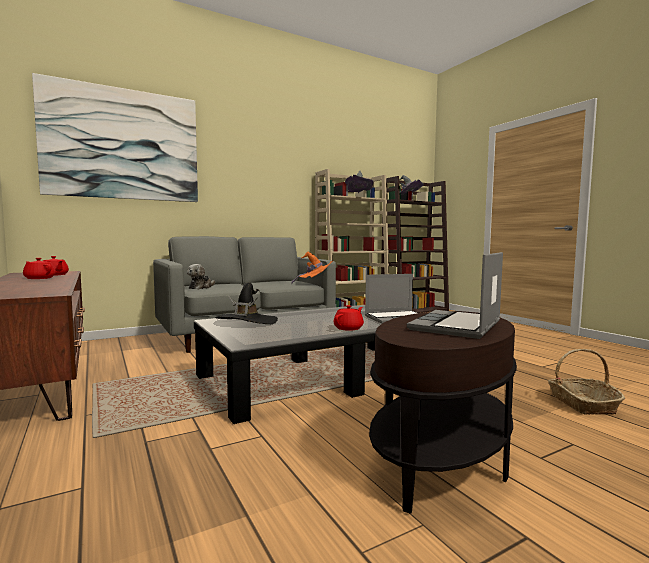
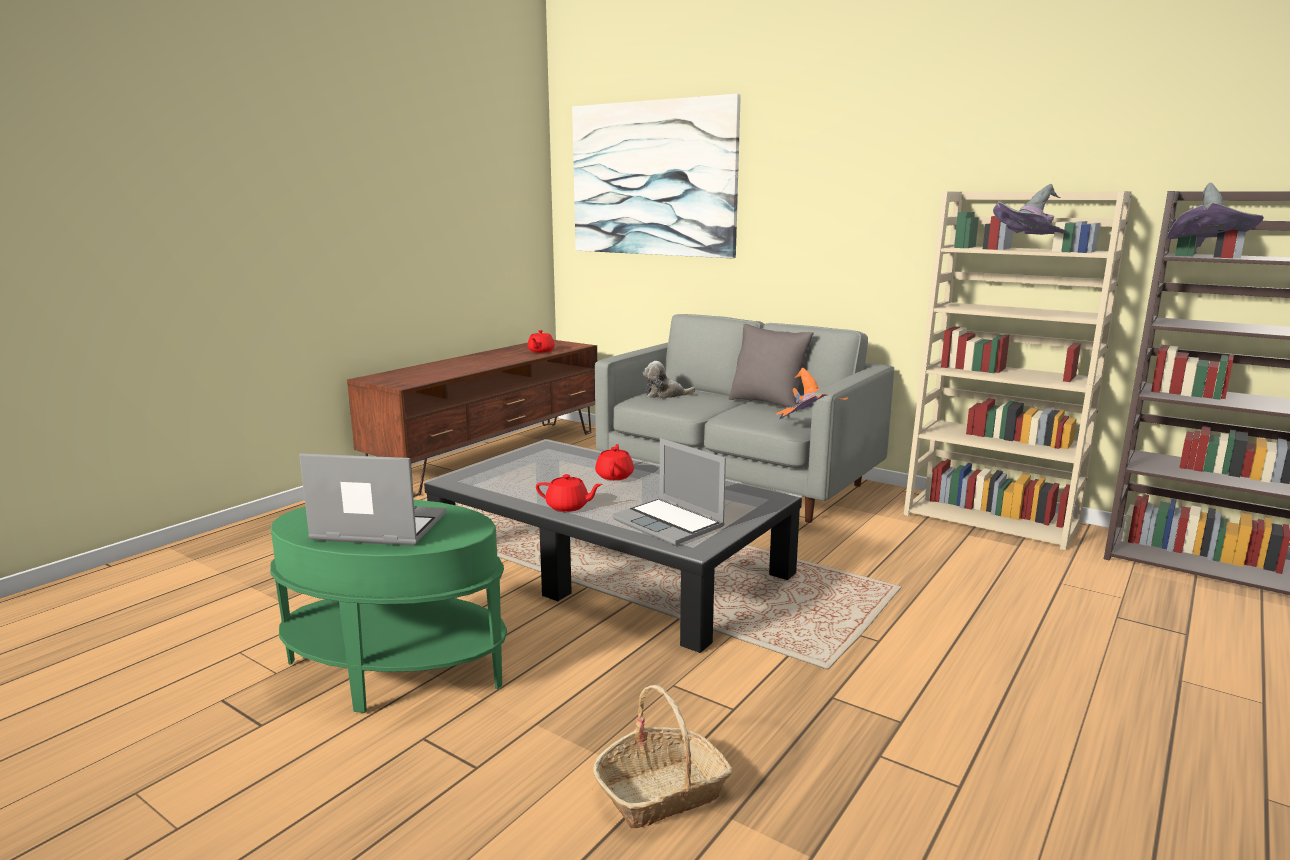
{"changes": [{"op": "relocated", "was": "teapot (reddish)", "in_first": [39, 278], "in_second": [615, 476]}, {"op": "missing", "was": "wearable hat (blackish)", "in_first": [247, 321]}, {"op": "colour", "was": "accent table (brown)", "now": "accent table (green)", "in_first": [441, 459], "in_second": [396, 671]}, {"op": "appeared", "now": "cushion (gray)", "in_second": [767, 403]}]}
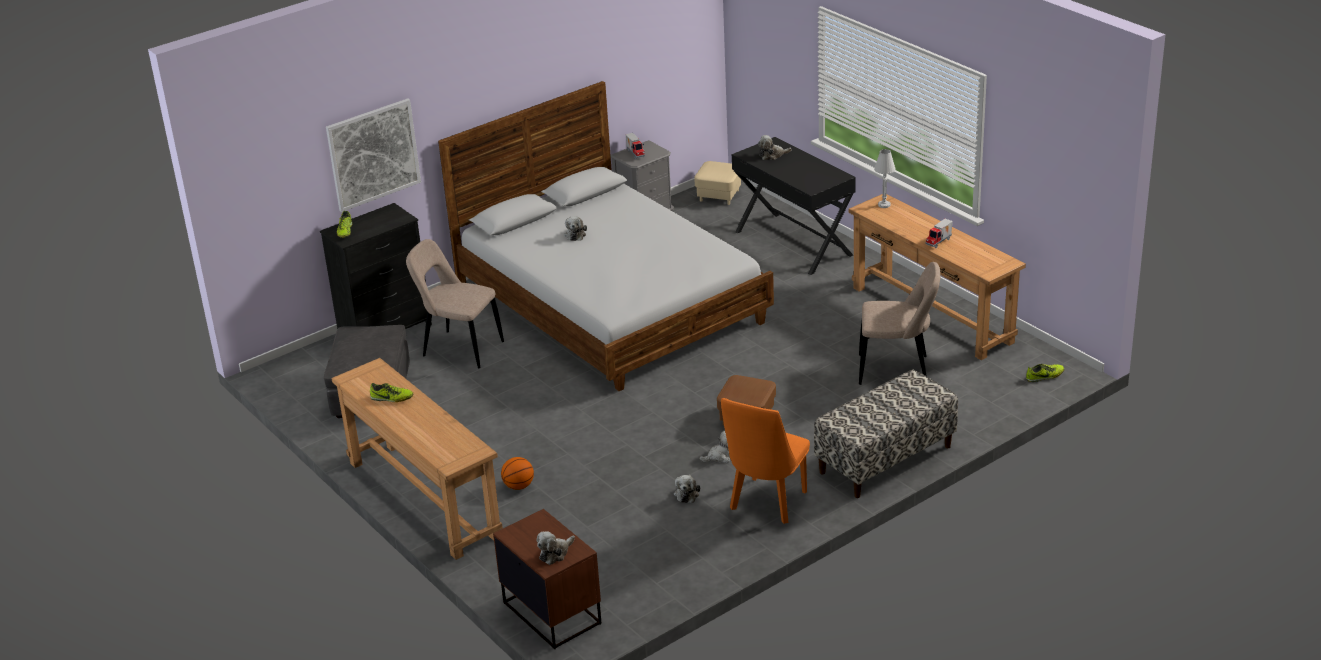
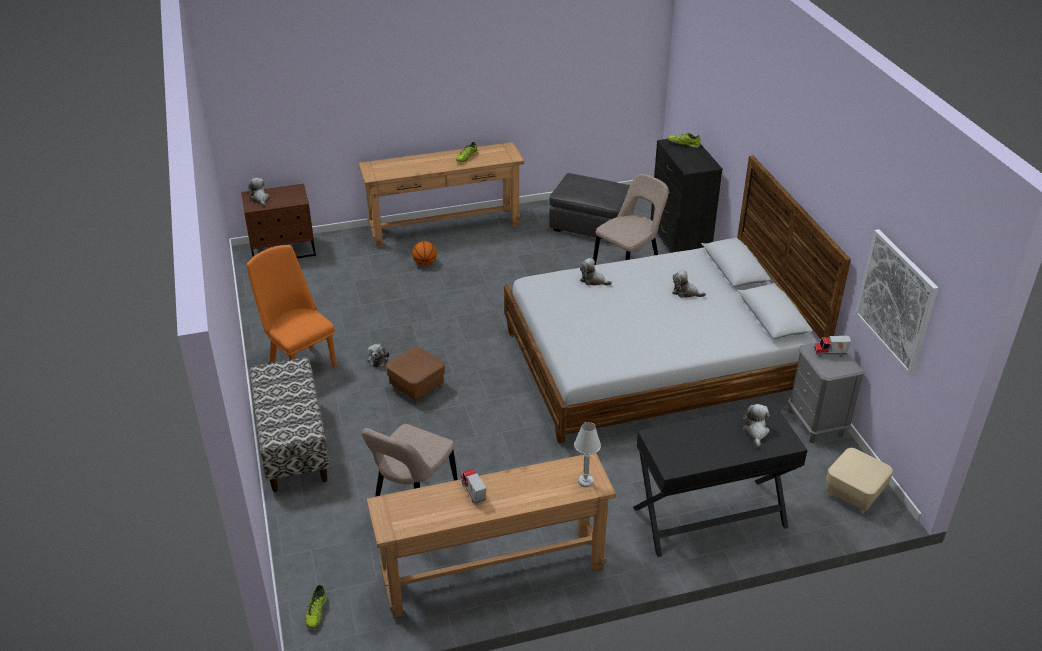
{"changes": [{"op": "relocated", "was": "picture", "in_first": [373, 154], "in_second": [896, 301]}, {"op": "relocated", "was": "soft toy", "in_first": [687, 493], "in_second": [593, 280]}]}
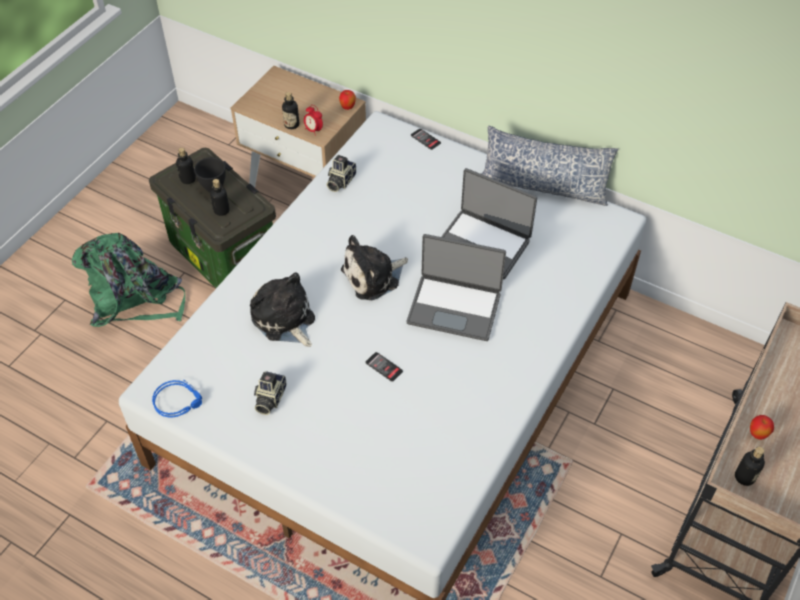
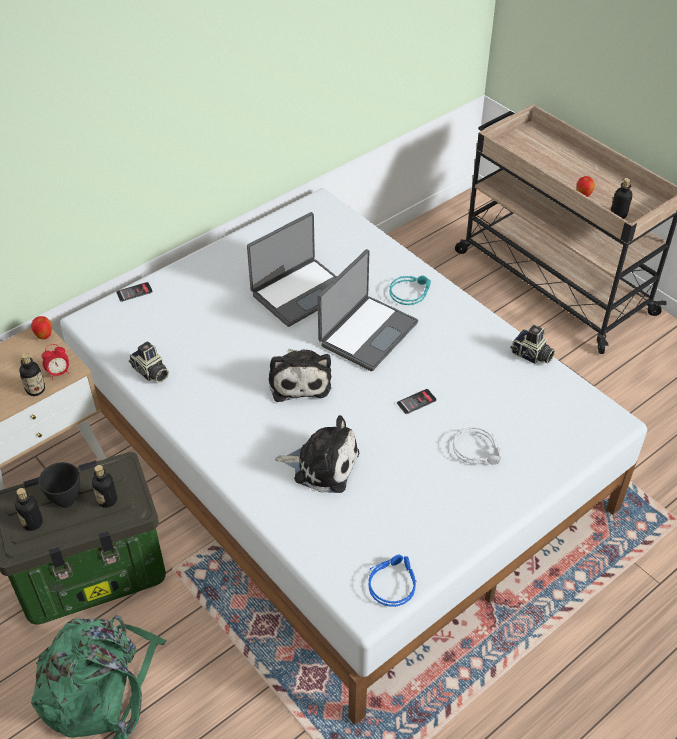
{"changes": [{"op": "missing", "was": "cushion", "in_first": [543, 187]}, {"op": "spun", "was": "soft toy", "in_first": [284, 320], "in_second": [322, 465], "clockwise": -150}, {"op": "relocated", "was": "photo camera", "in_first": [269, 398], "in_second": [531, 356]}, {"op": "appeared", "now": "headphones (turquoise-coloured)", "in_second": [410, 292]}, {"op": "appeared", "now": "headphones (gray)", "in_second": [478, 450]}]}
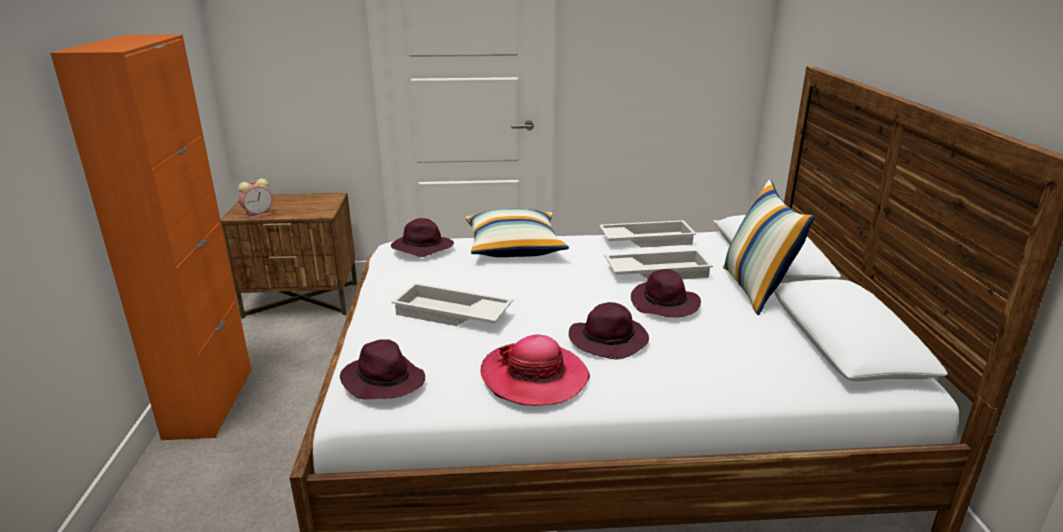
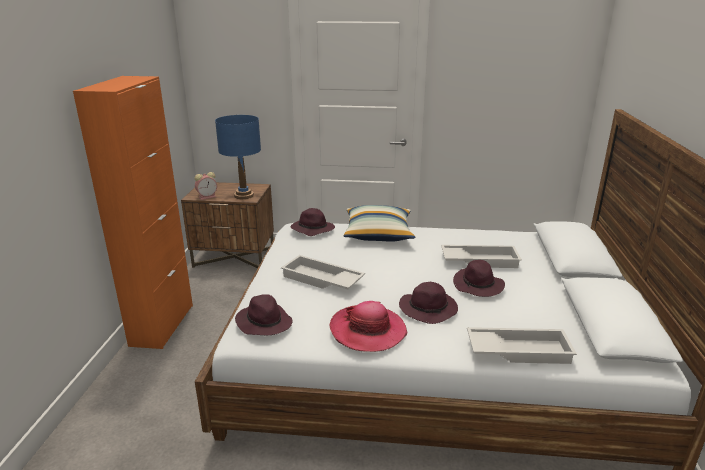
{"changes": [{"op": "missing", "was": "cushion", "in_first": [756, 289]}, {"op": "relocated", "was": "tray (white)", "in_first": [646, 239], "in_second": [518, 350]}, {"op": "appeared", "now": "tabletop lamp (blue-coloured)", "in_second": [244, 195]}]}
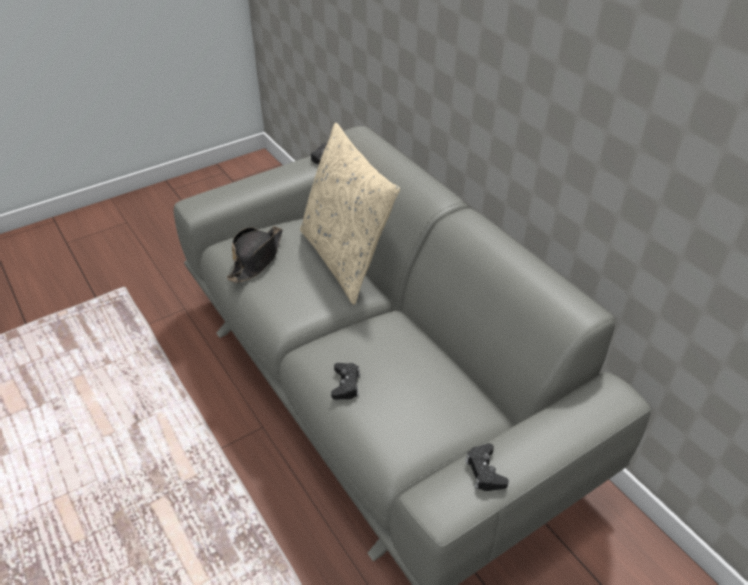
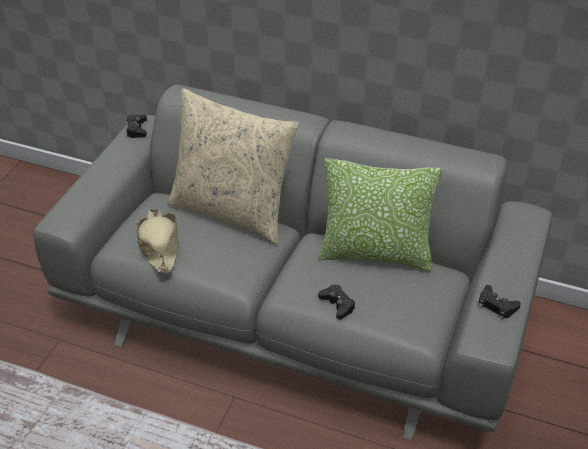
{"changes": [{"op": "colour", "was": "wearable hat (blackish)", "now": "wearable hat (sand-coloured)", "in_first": [256, 258], "in_second": [159, 245]}, {"op": "appeared", "now": "cushion", "in_second": [375, 253]}]}
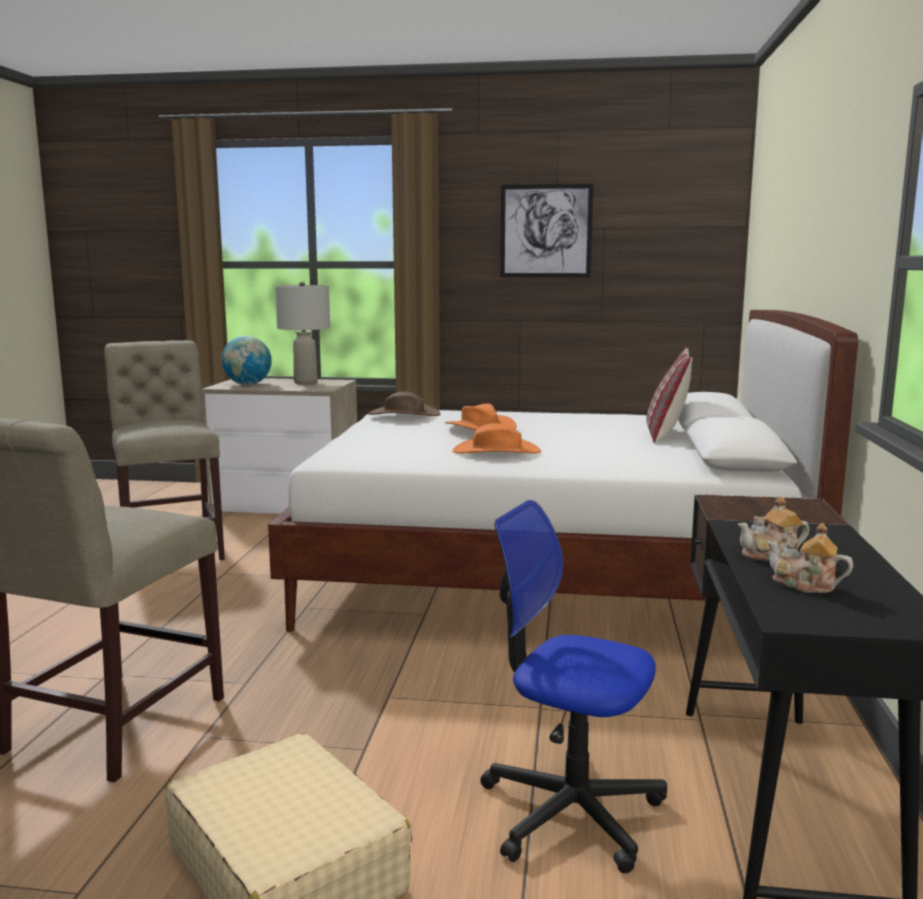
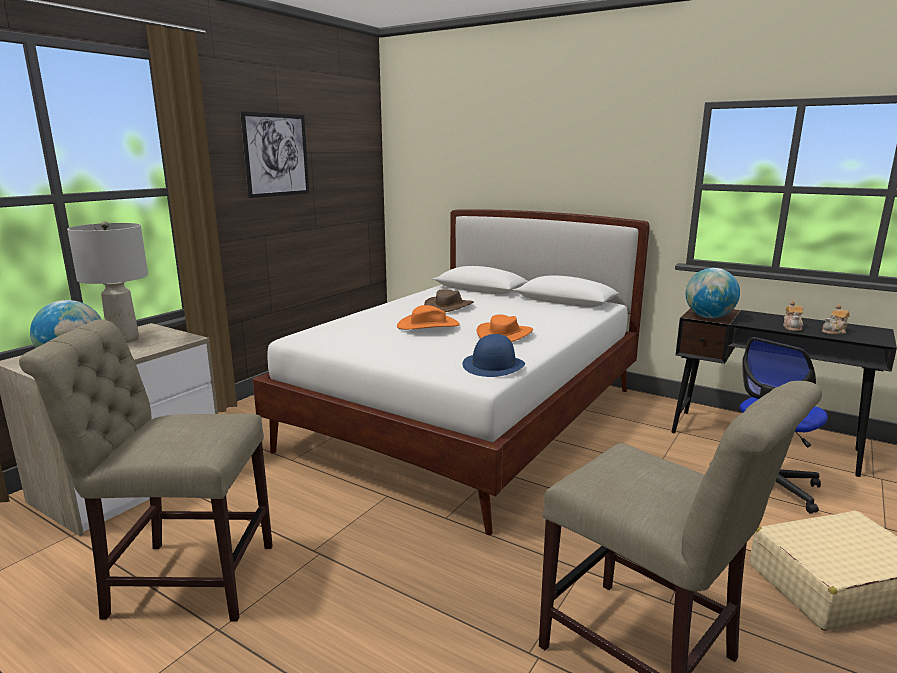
{"changes": [{"op": "missing", "was": "cushion", "in_first": [666, 435]}, {"op": "relocated", "was": "wearable hat (brown)", "in_first": [403, 414], "in_second": [449, 306]}, {"op": "appeared", "now": "world globe", "in_second": [709, 317]}, {"op": "appeared", "now": "wearable hat (blue-coloured)", "in_second": [493, 365]}]}
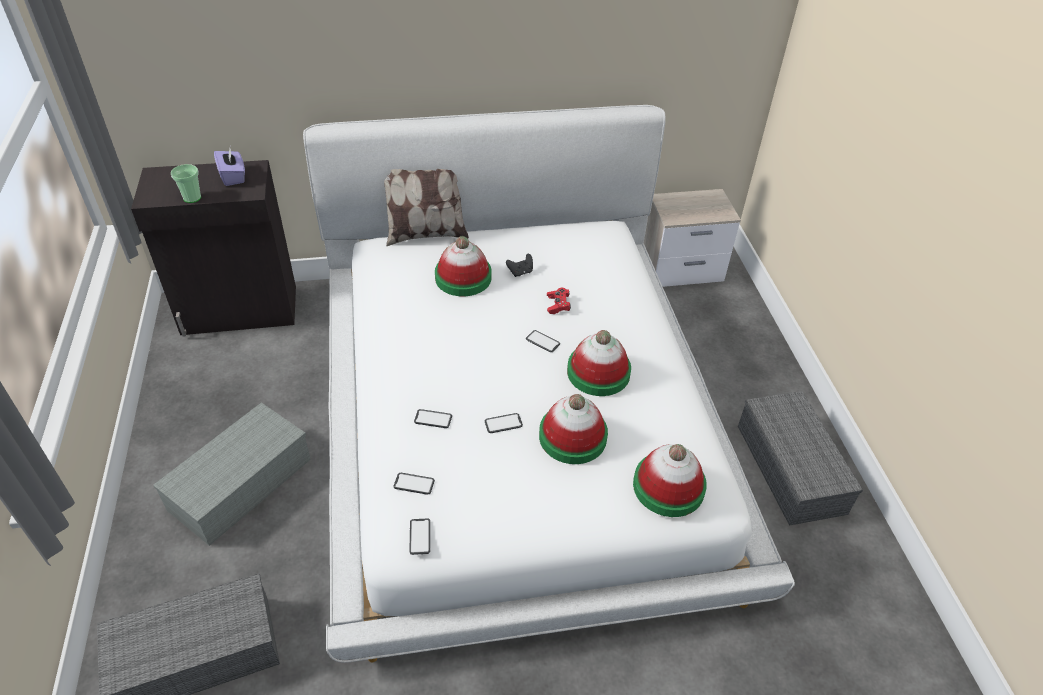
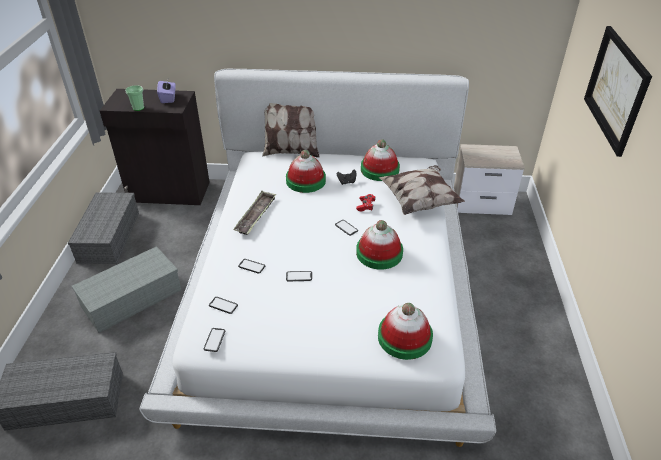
{"changes": [{"op": "relocated", "was": "storage container (gray)", "in_first": [792, 469], "in_second": [109, 237]}, {"op": "relocated", "was": "wearable hat", "in_first": [572, 436], "in_second": [379, 169]}, {"op": "appeared", "now": "picture", "in_second": [616, 89]}, {"op": "appeared", "now": "cushion", "in_second": [419, 201]}, {"op": "appeared", "now": "tray", "in_second": [256, 216]}]}
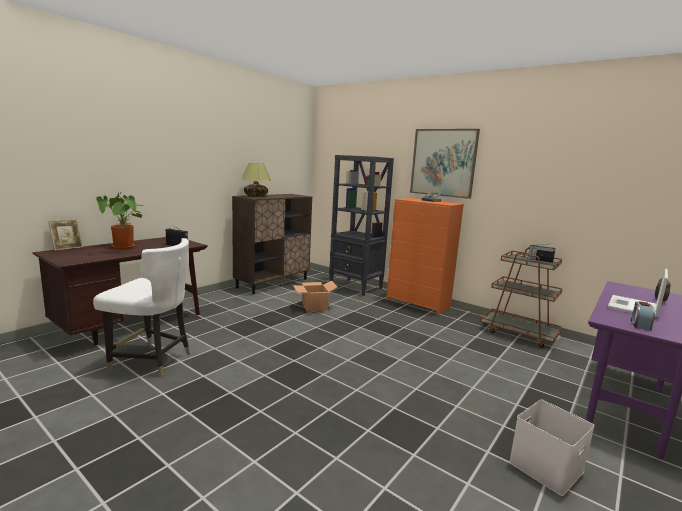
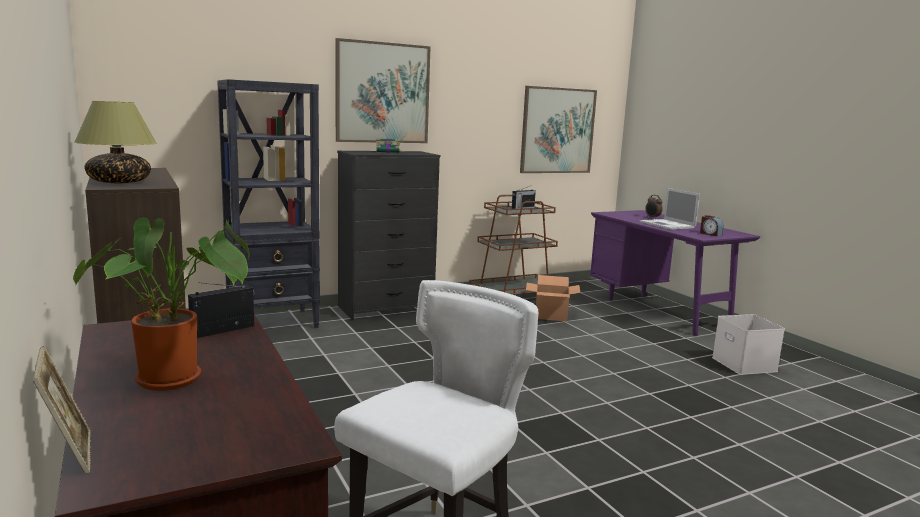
{"changes": [{"op": "colour", "was": "dresser (orange-coloured)", "now": "dresser (blackish)", "in_first": [418, 303], "in_second": [387, 308]}, {"op": "relocated", "was": "cardboard box", "in_first": [315, 307], "in_second": [551, 315]}, {"op": "appeared", "now": "picture", "in_second": [557, 130]}]}
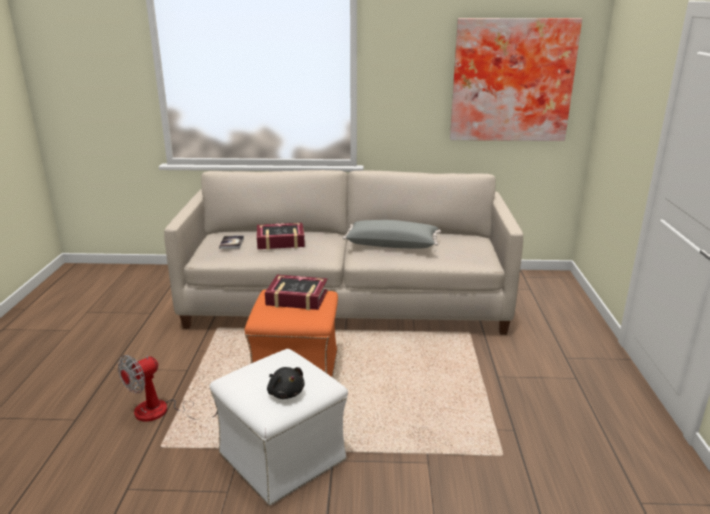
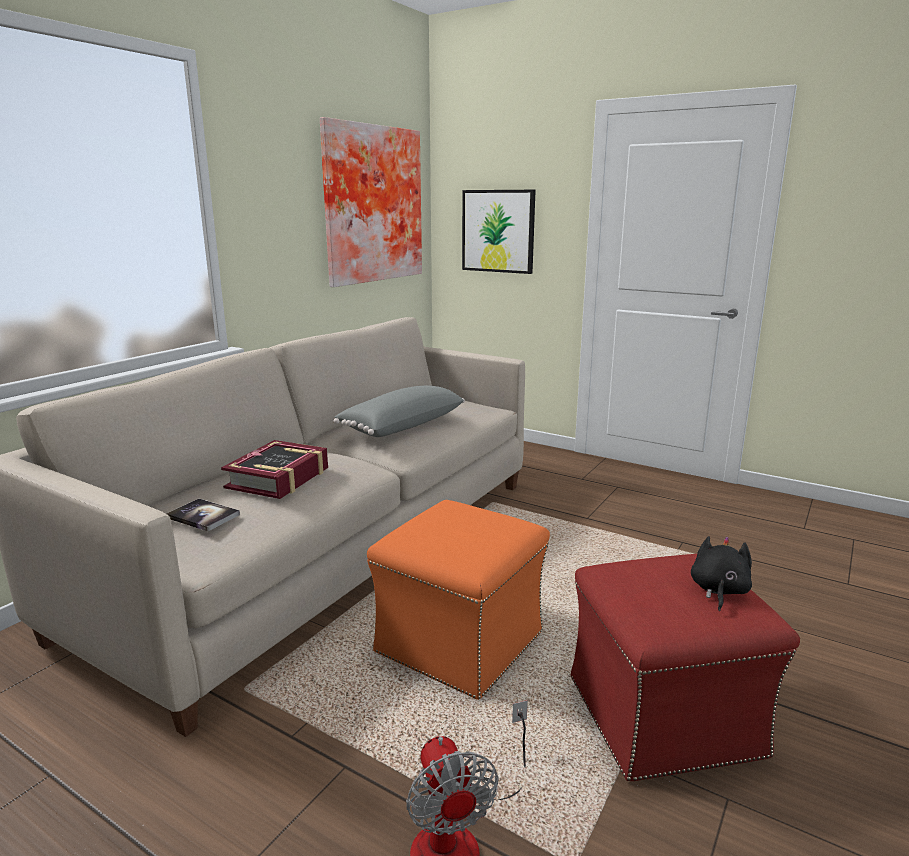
{"changes": [{"op": "missing", "was": "bound book", "in_first": [297, 298]}, {"op": "colour", "was": "pouffe (white)", "now": "pouffe (reddish)", "in_first": [283, 457], "in_second": [665, 715]}, {"op": "spun", "was": "soft toy (blackish)", "in_first": [285, 392], "in_second": [718, 590], "clockwise": -60}, {"op": "appeared", "now": "picture", "in_second": [498, 231]}]}
